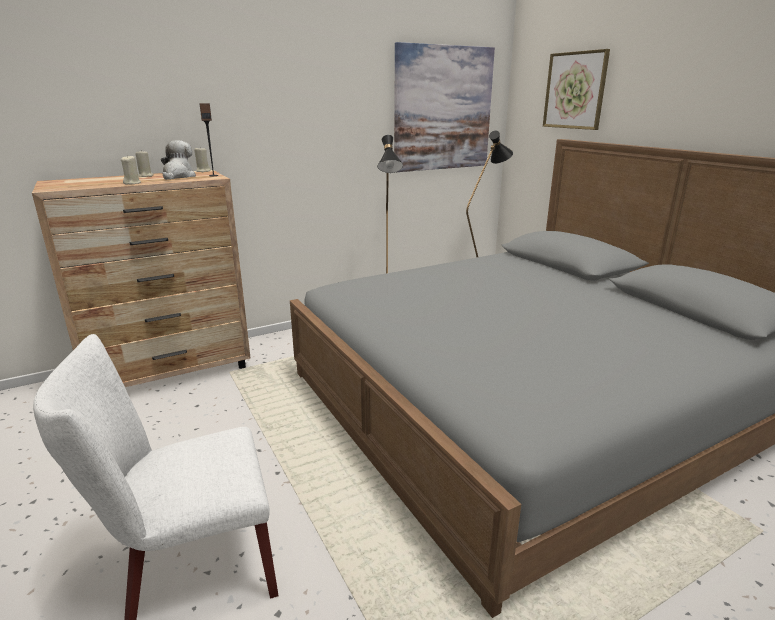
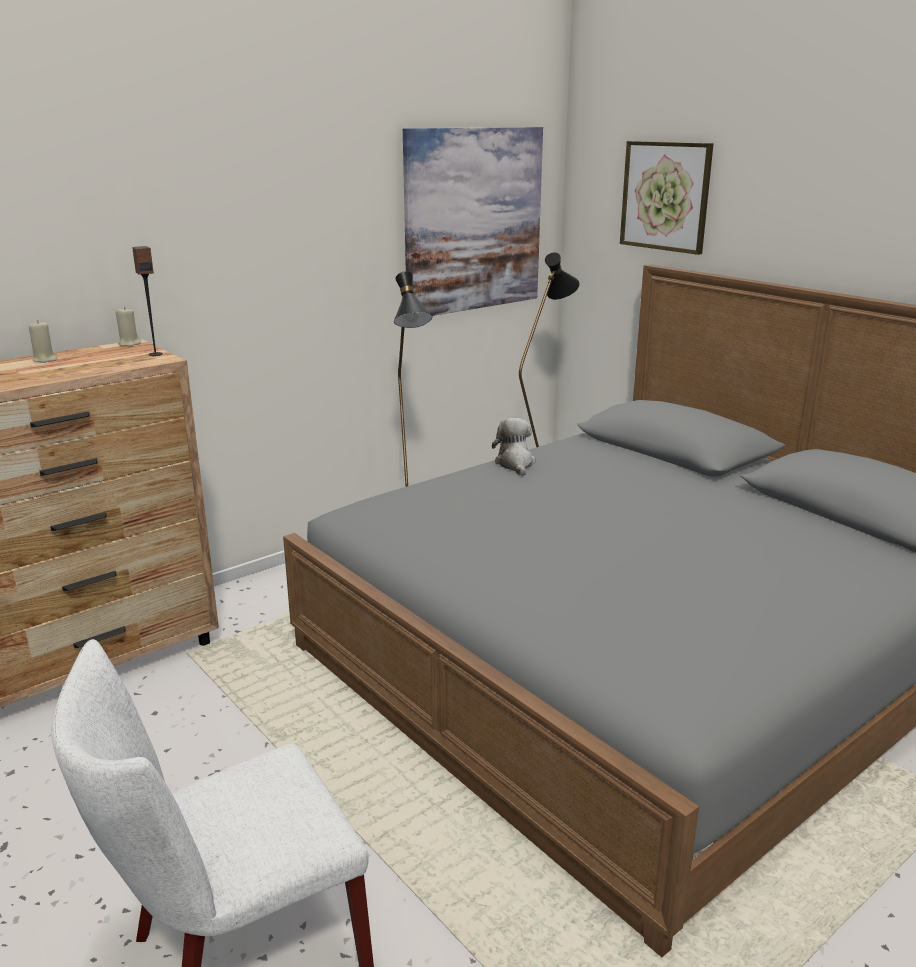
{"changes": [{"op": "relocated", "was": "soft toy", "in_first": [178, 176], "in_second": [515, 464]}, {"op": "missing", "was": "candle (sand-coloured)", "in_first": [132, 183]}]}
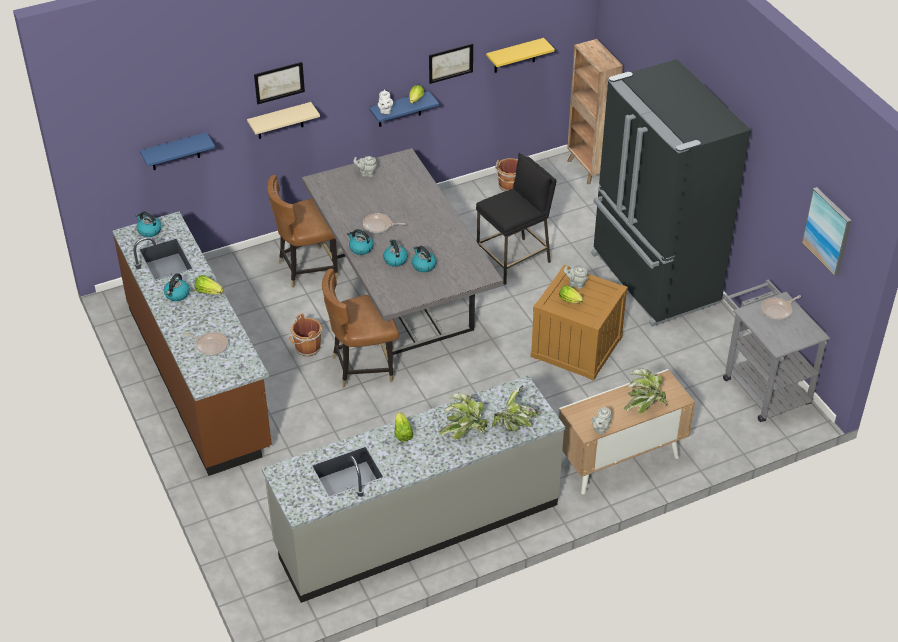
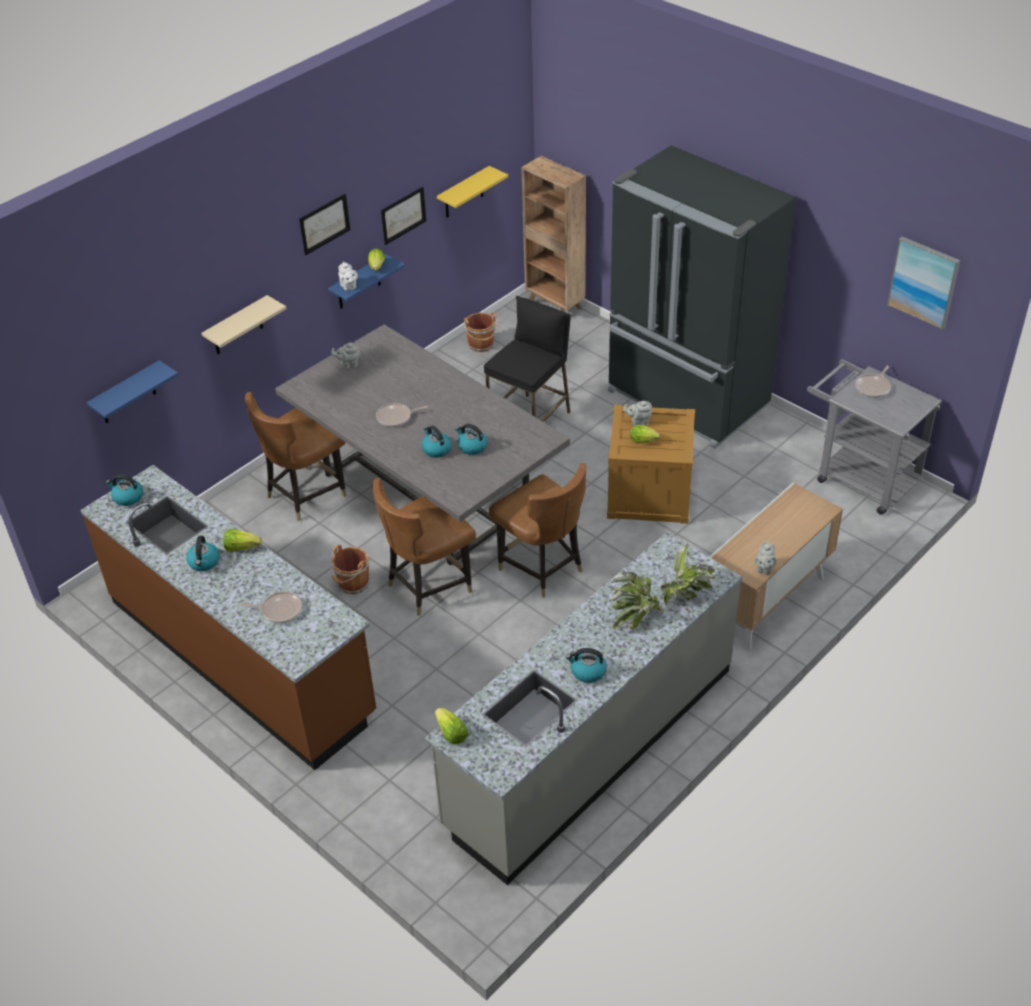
{"changes": [{"op": "relocated", "was": "picture", "in_first": [279, 82], "in_second": [324, 224]}, {"op": "relocated", "was": "tea kettle", "in_first": [360, 248], "in_second": [587, 671]}, {"op": "missing", "was": "plant in a pot", "in_first": [645, 405]}, {"op": "relocated", "was": "lettuce head", "in_first": [402, 433], "in_second": [451, 733]}, {"op": "appeared", "now": "chair (brown)", "in_second": [542, 568]}]}
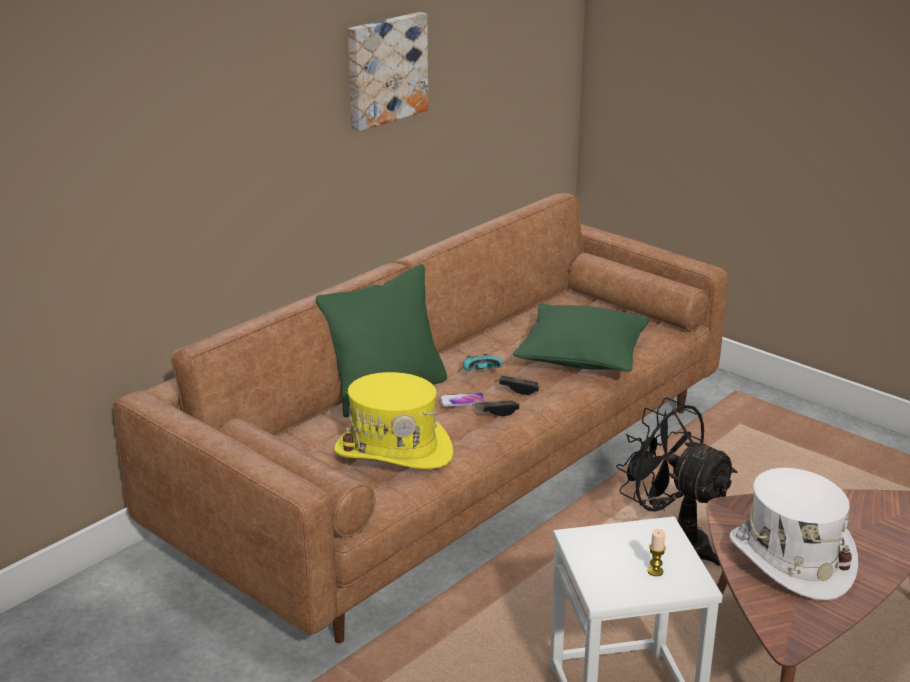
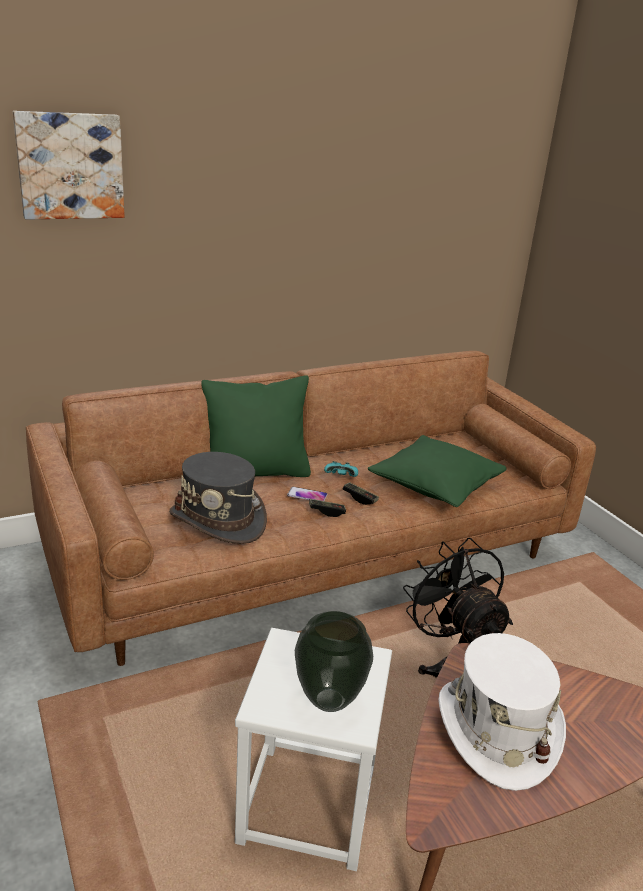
{"changes": [{"op": "relocated", "was": "picture", "in_first": [385, 69], "in_second": [70, 166]}, {"op": "colour", "was": "wearable hat (yellow-coloured)", "now": "wearable hat (gray)", "in_first": [393, 451], "in_second": [218, 520]}, {"op": "exchanged", "was": "candle", "now": "flower vase", "in_first": [655, 571], "in_second": [328, 699]}]}
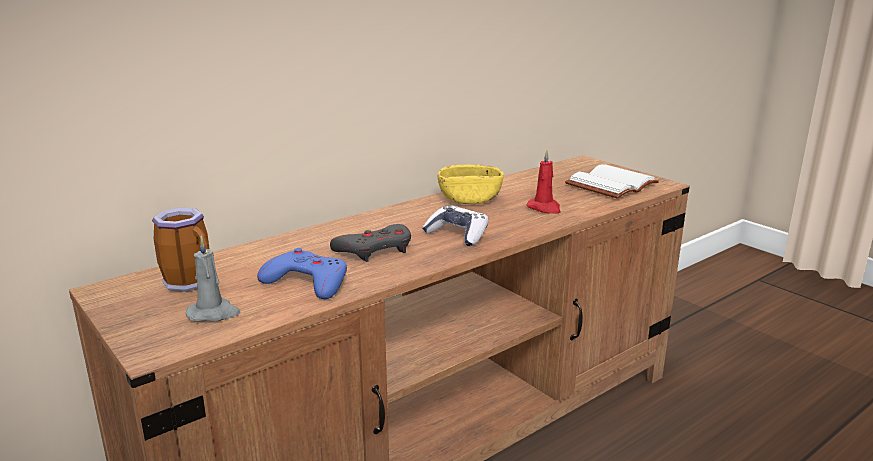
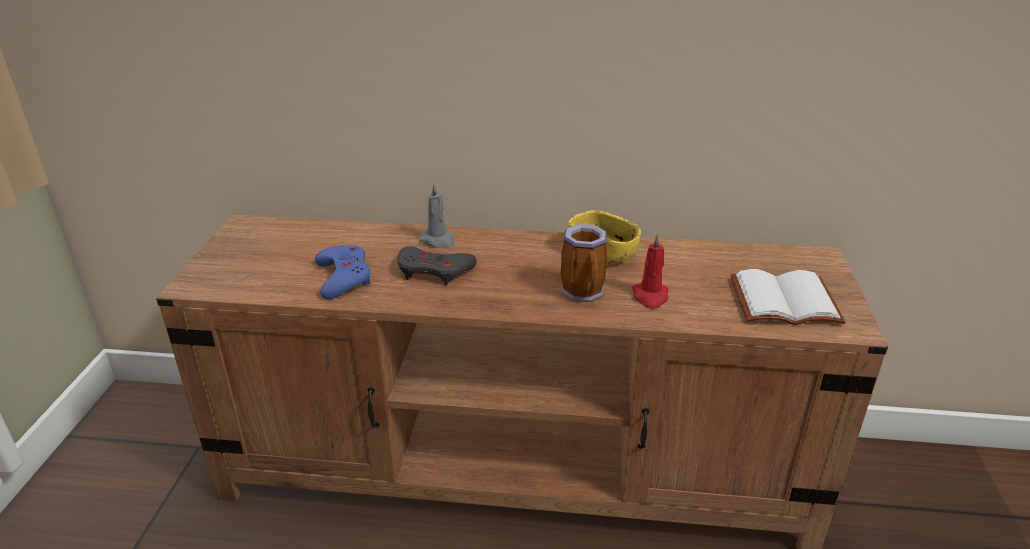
{"changes": [{"op": "missing", "was": "gamepad", "in_first": [457, 235]}, {"op": "relocated", "was": "coffee mug", "in_first": [192, 283], "in_second": [585, 293]}, {"op": "relocated", "was": "candle (gray)", "in_first": [214, 313], "in_second": [438, 240]}]}
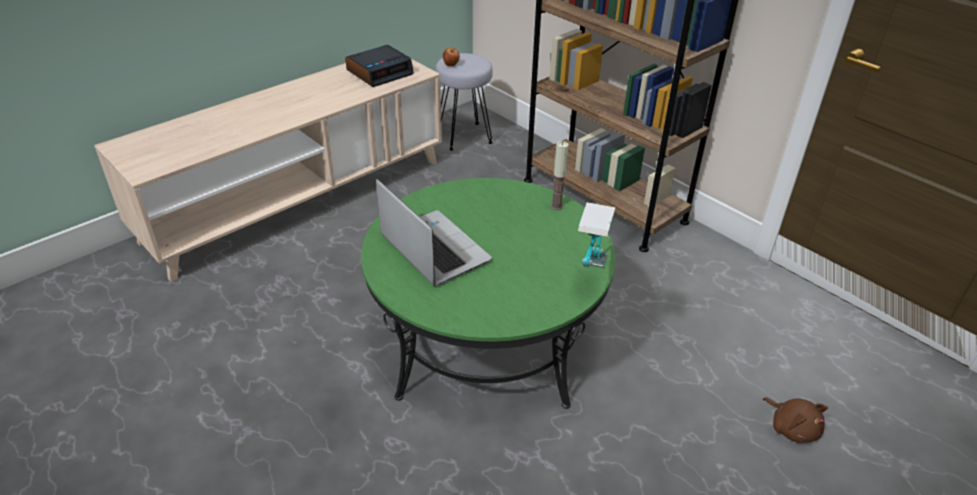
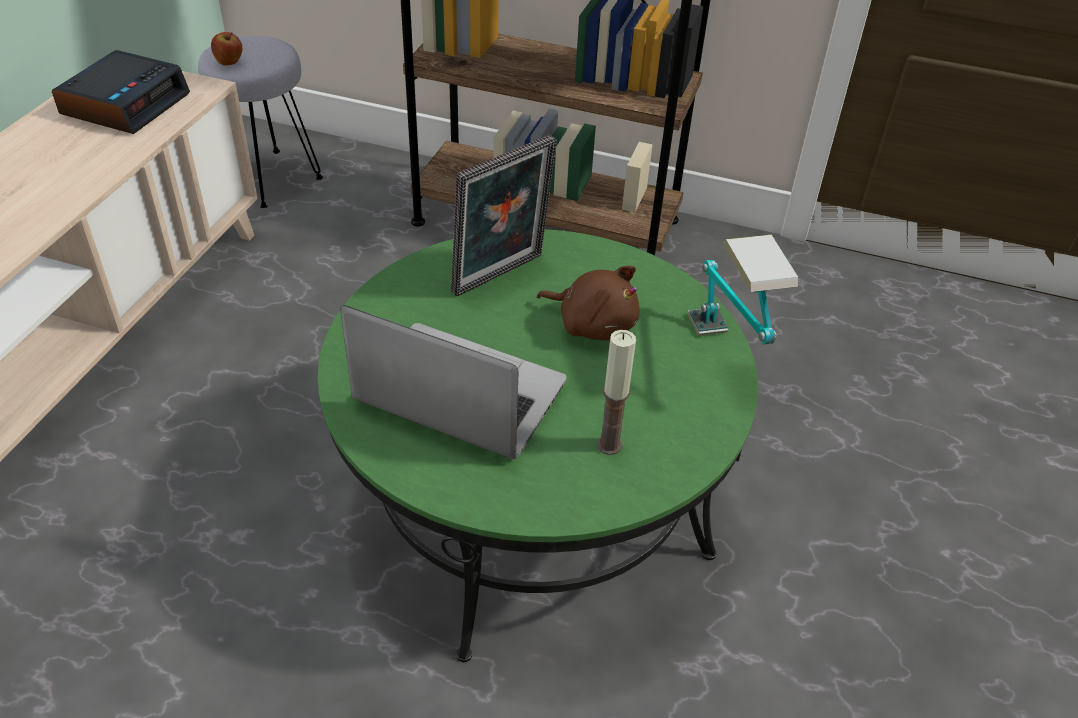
{"changes": [{"op": "relocated", "was": "candle", "in_first": [556, 206], "in_second": [609, 445]}, {"op": "relocated", "was": "soft toy (brown)", "in_first": [792, 428], "in_second": [593, 324]}, {"op": "appeared", "now": "photo frame", "in_second": [501, 277]}]}
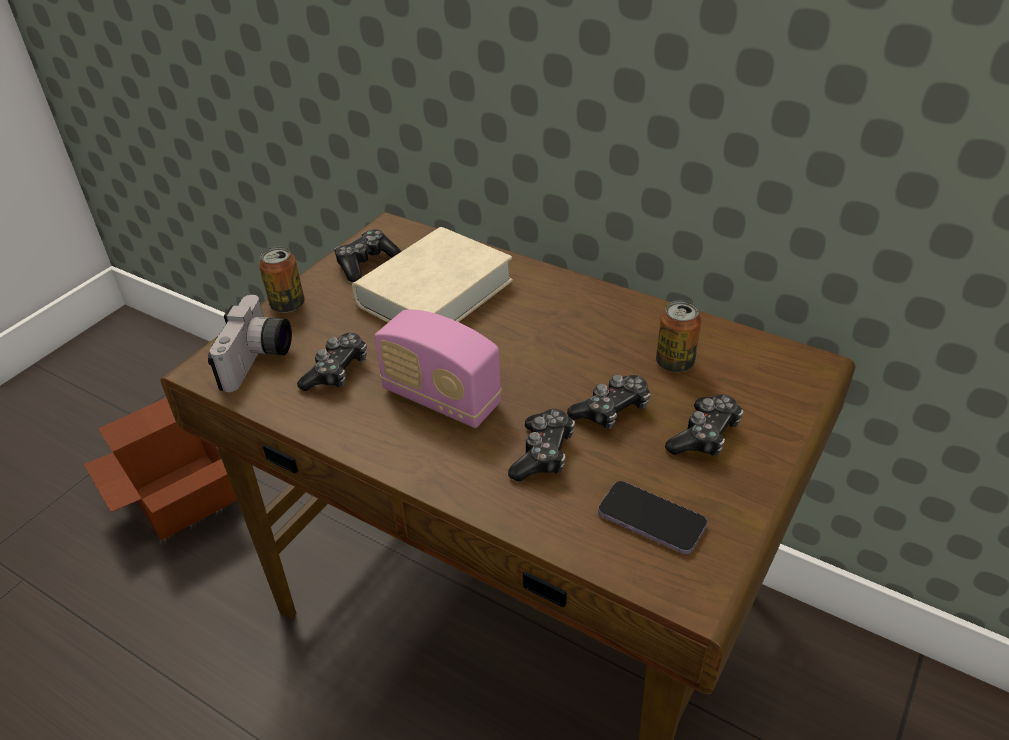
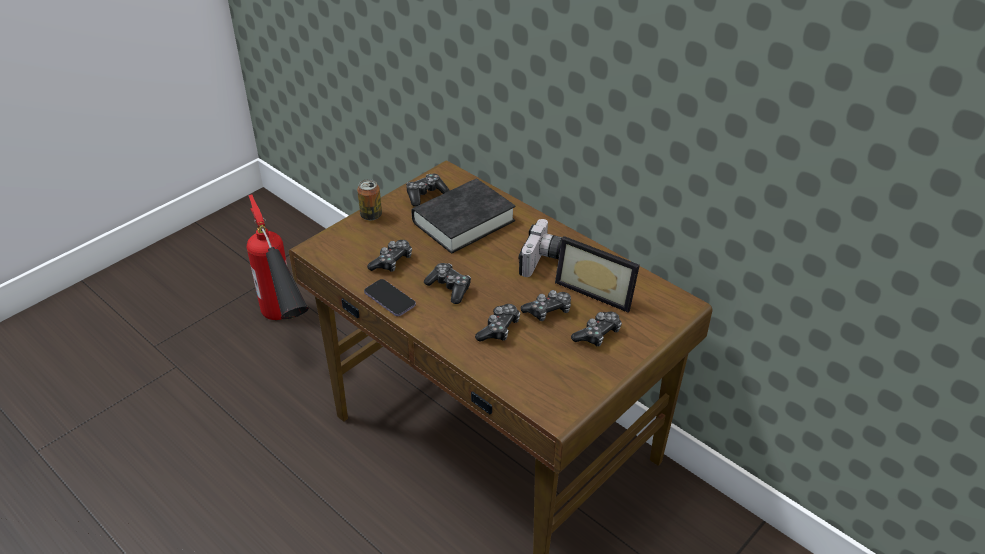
{"changes": [{"op": "colour", "was": "bound book (sand-coloured)", "now": "bound book (blackish)", "in_first": [434, 293], "in_second": [463, 221]}, {"op": "relocated", "was": "photo camera", "in_first": [259, 361], "in_second": [542, 260]}, {"op": "exchanged", "was": "metal can", "now": "photo frame", "in_first": [674, 363], "in_second": [597, 289]}, {"op": "exchanged", "was": "radio set", "now": "gamepad", "in_first": [441, 398], "in_second": [449, 288]}, {"op": "exchanged", "was": "cardboard box", "now": "fire extinguisher", "in_first": [185, 493], "in_second": [287, 329]}, {"op": "relocated", "was": "telephone", "in_first": [651, 519], "in_second": [389, 299]}]}
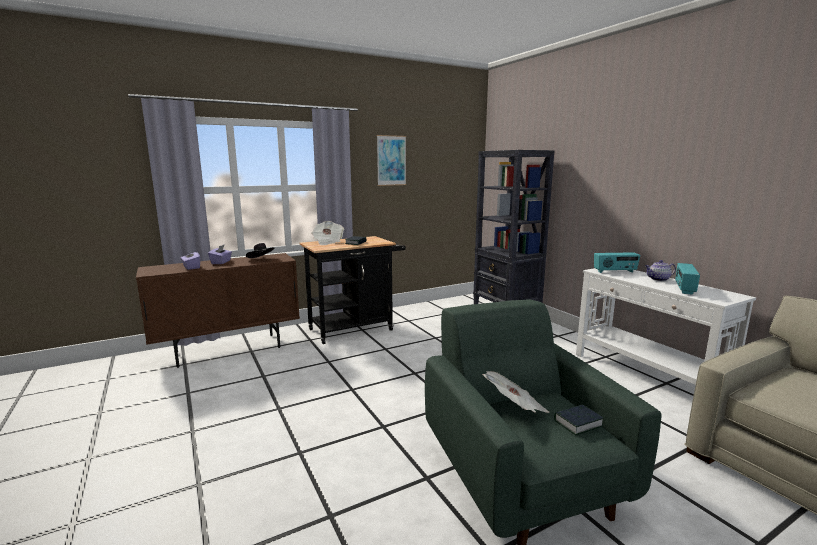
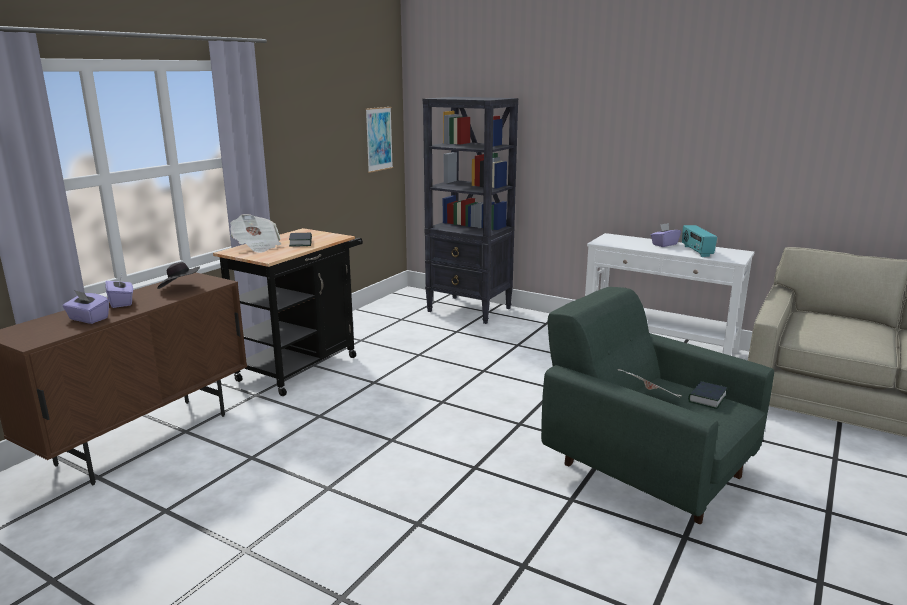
{"changes": [{"op": "relocated", "was": "picture", "in_first": [391, 160], "in_second": [379, 139]}, {"op": "missing", "was": "radio set", "in_first": [615, 271]}, {"op": "exchanged", "was": "teapot", "now": "box of tissues (purple-coloured)", "in_first": [658, 279], "in_second": [664, 244]}]}
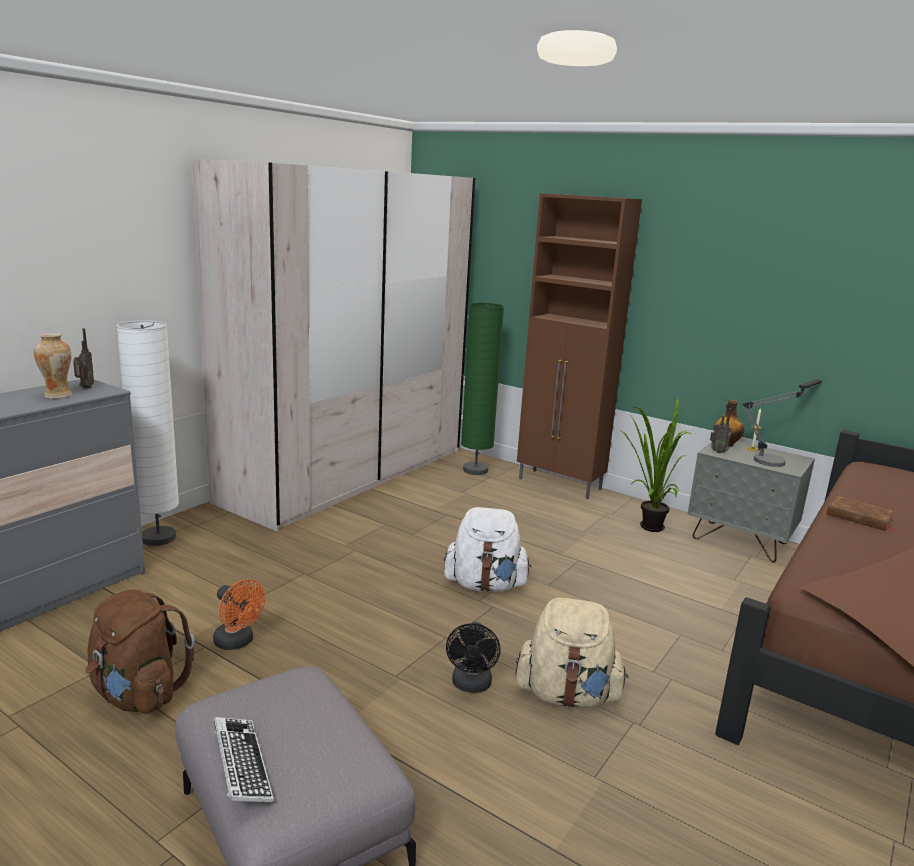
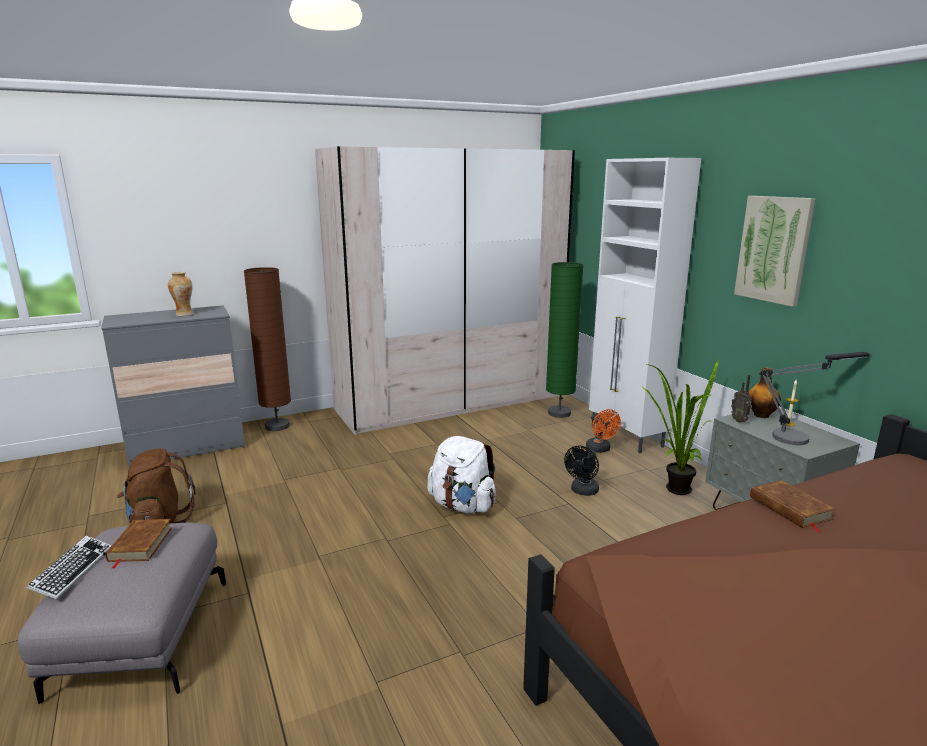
{"changes": [{"op": "colour", "was": "storage cabinet (brown)", "now": "storage cabinet (white)", "in_first": [560, 484], "in_second": [626, 436]}, {"op": "colour", "was": "floor lamp (white)", "now": "floor lamp (brown)", "in_first": [158, 538], "in_second": [277, 426]}, {"op": "missing", "was": "radio set", "in_first": [85, 388]}, {"op": "relocated", "was": "fan (orange-coloured)", "in_first": [237, 642], "in_second": [600, 449]}, {"op": "missing", "was": "rucksack (sand-coloured)", "in_first": [567, 695]}, {"op": "relocated", "was": "fan (blackish)", "in_first": [471, 685], "in_second": [582, 491]}, {"op": "appeared", "now": "picture", "in_second": [774, 249]}, {"op": "appeared", "now": "bound book (brown)", "in_second": [140, 544]}]}
